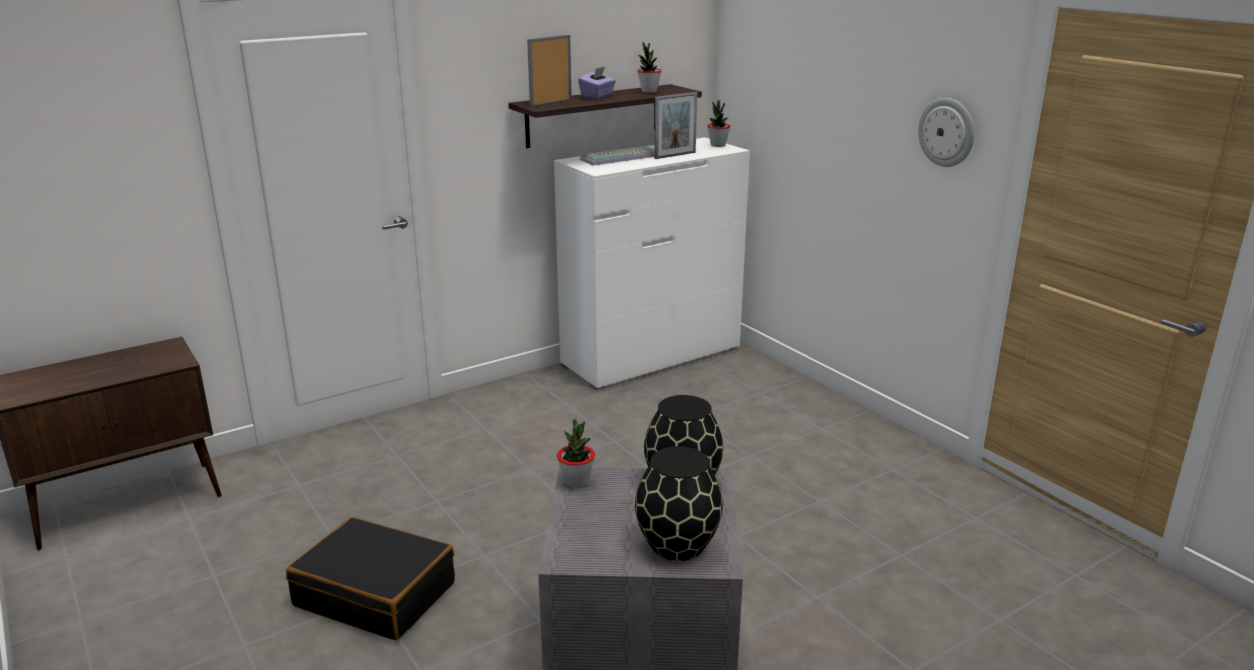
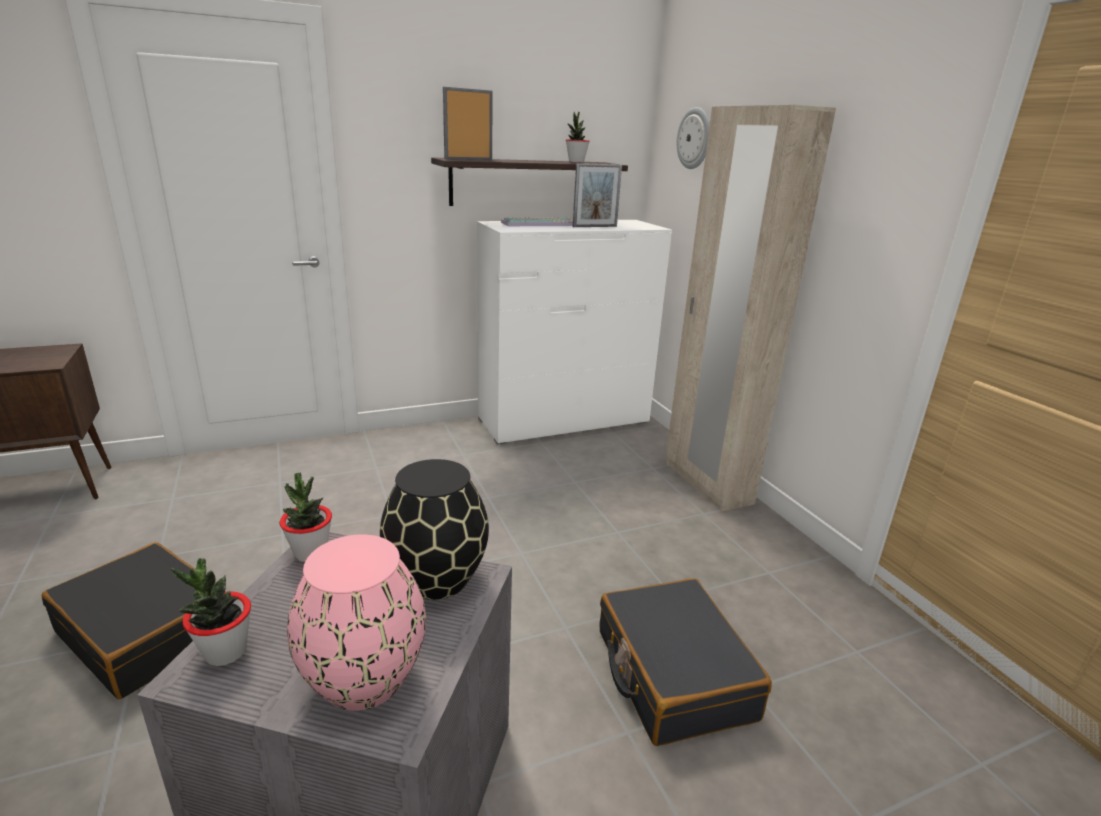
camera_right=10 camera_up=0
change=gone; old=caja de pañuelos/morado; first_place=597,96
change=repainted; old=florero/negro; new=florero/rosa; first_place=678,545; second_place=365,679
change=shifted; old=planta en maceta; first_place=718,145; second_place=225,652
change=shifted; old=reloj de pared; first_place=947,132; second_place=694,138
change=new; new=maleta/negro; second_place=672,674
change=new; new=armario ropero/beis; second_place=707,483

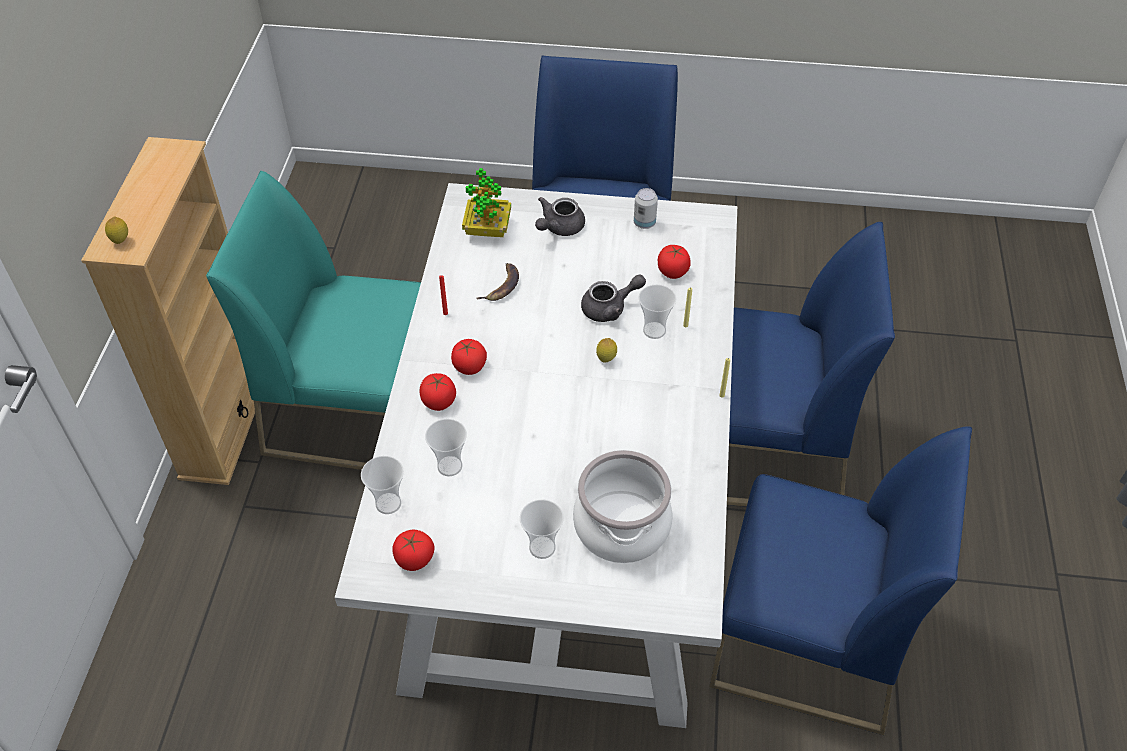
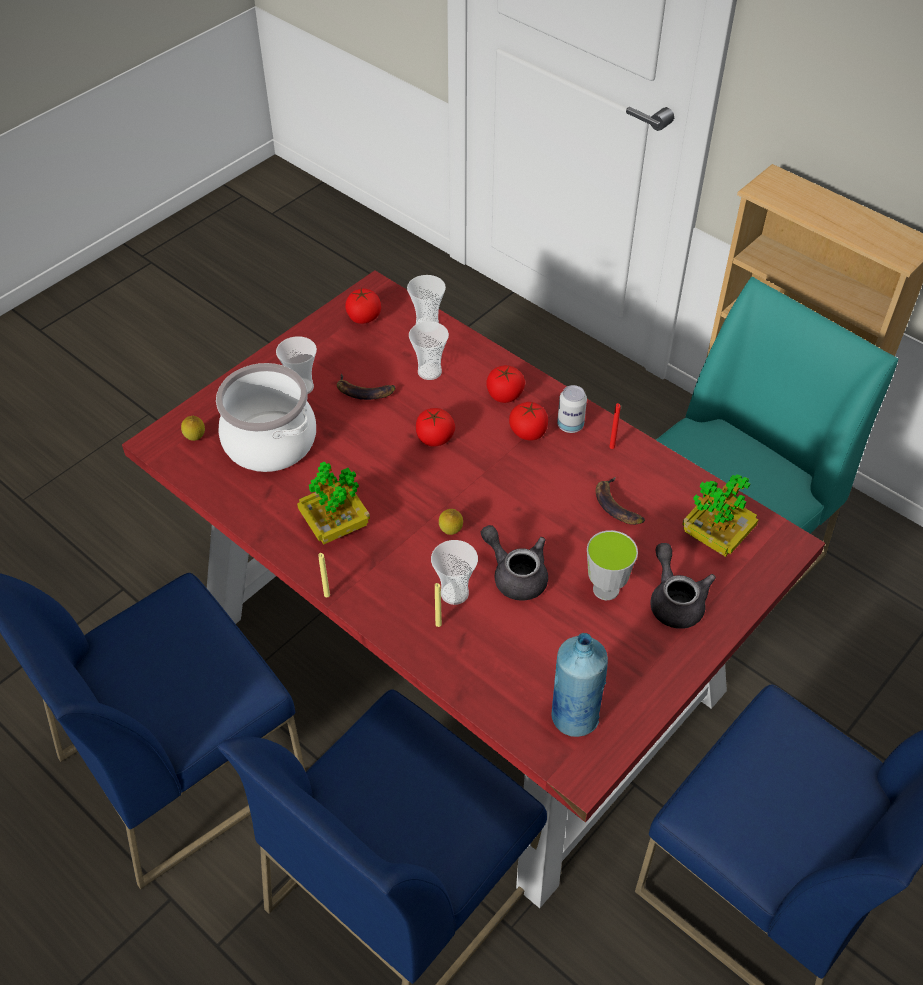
camera_right=125 camera_up=0
change=shifted; old=limón; first_place=121,241; second_place=195,439
change=repainted; old=mesa de comedor/blanco; new=mesa de comedor/rojo; first_place=566,524; second_place=457,654
change=rotated; old=tetera/gris; first_place=610,308; second_place=515,575; degrees=120
change=shifted; old=lata; first_place=644,223; second_place=570,425
change=shifted; old=tomate; first_place=672,271; second_place=435,438
change=new; new=planta en maceta; second_place=335,526
change=new; new=plátano; second_place=364,391
change=new; new=botella/azul; second_place=574,717
change=new; new=taza; second_place=606,589

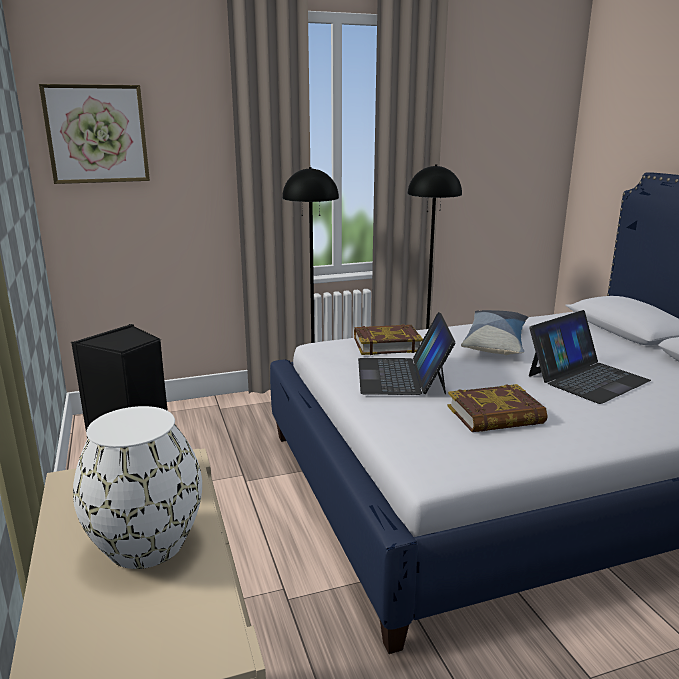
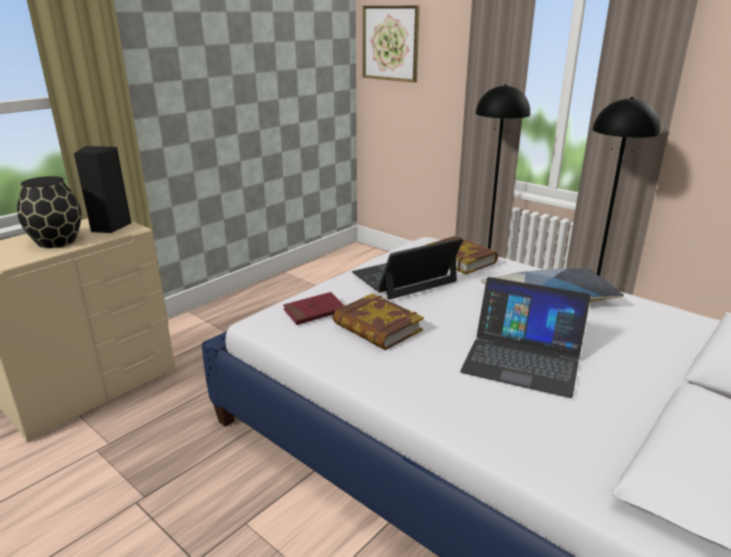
camera_right=60 camera_up=5
change=repainted; old=florero/blanco; new=florero/negro; first_place=146,543; second_place=57,241
change=new; new=libro/rojo; second_place=314,311

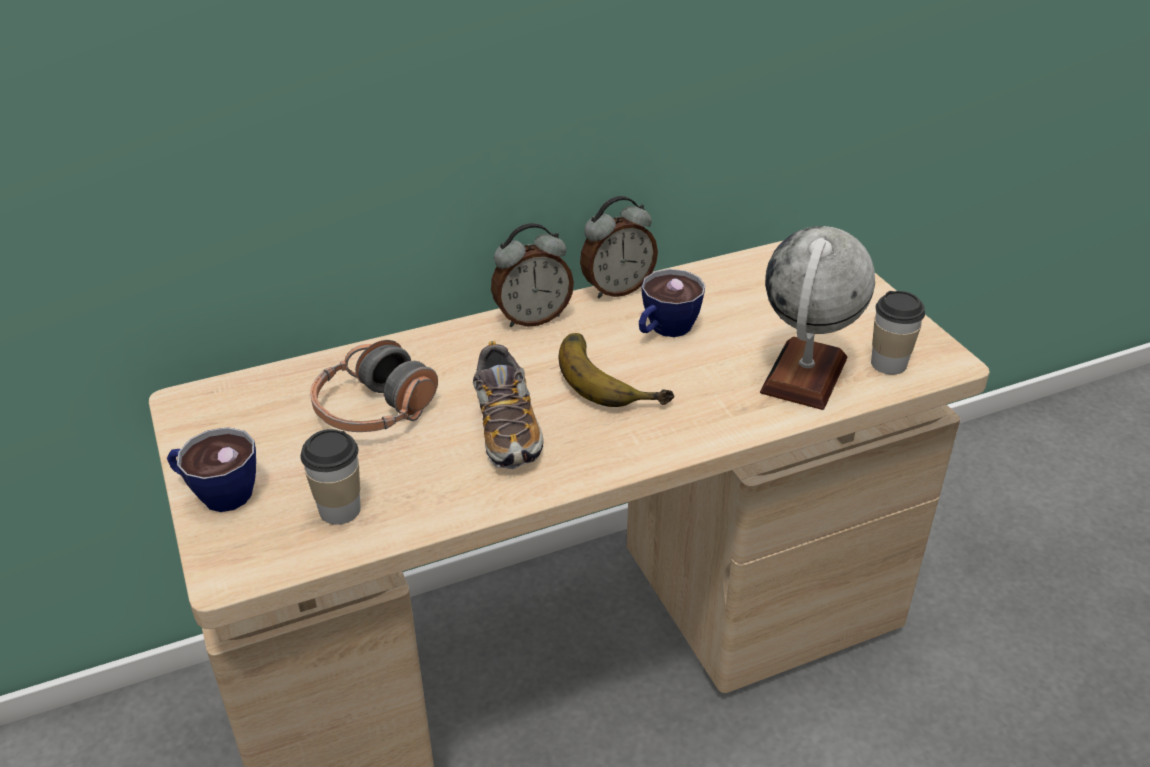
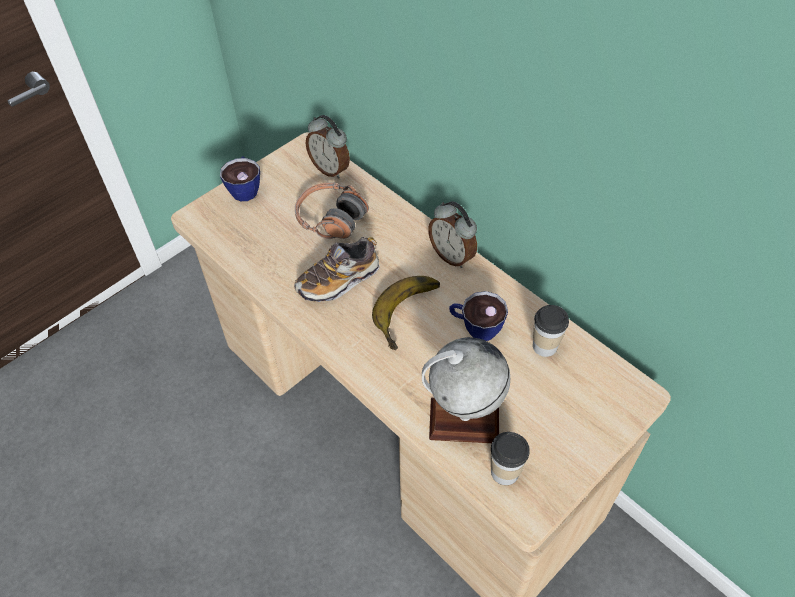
camera_right=70 camera_up=15
change=shifted; old=taza; first_place=340,509; second_place=545,346
change=shifted; old=despertador; first_place=617,289; second_place=330,169

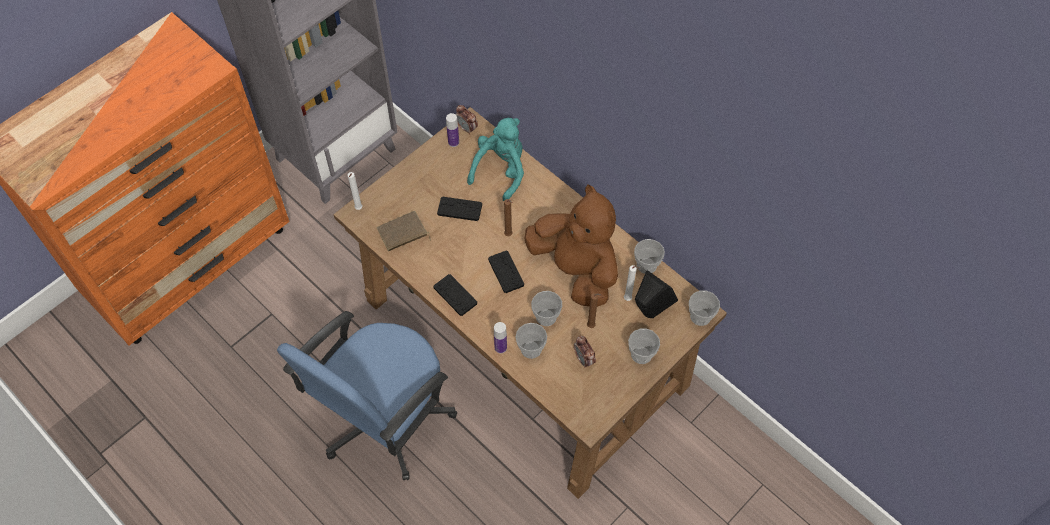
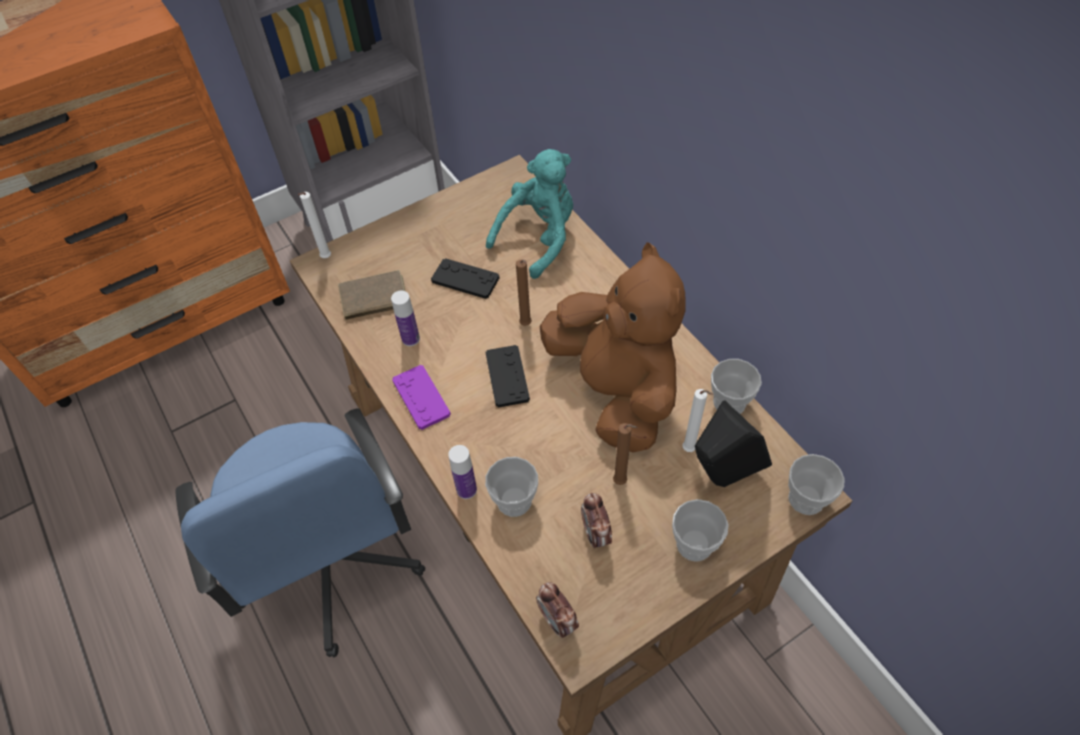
camera_right=15 camera_up=-5
change=rotated; old=silla de oficina/azul; first_place=384,419; second_place=329,565; degrees=-75
change=repainted; old=mando de consola/negro; new=mando de consola/morado; first_place=455,295; second_place=421,398
change=shifted; old=botella; first_place=453,142; second_place=410,339
change=shifted; old=despertador; first_place=467,128; second_place=558,621
change=gone; old=taza; first_place=546,317

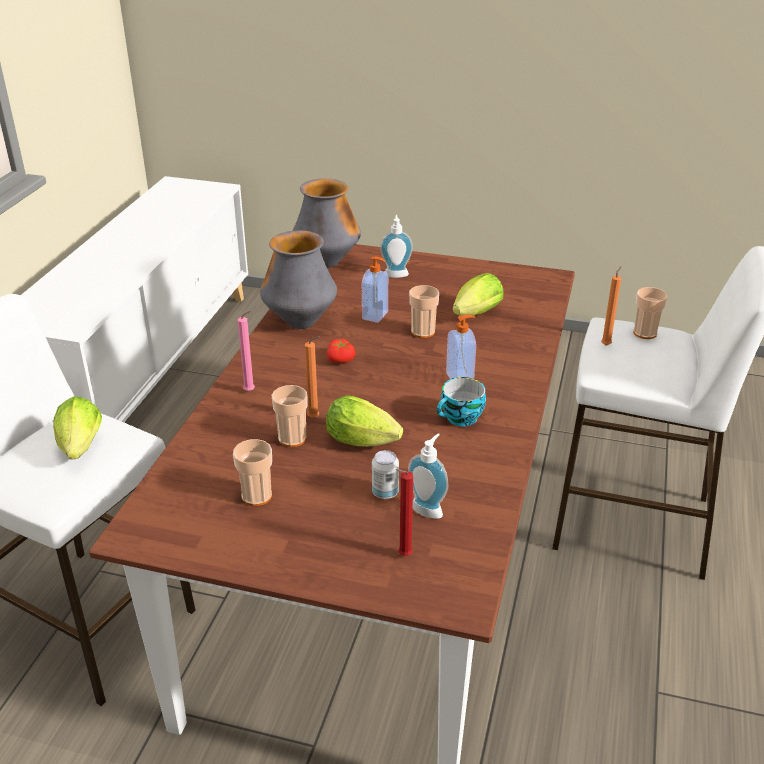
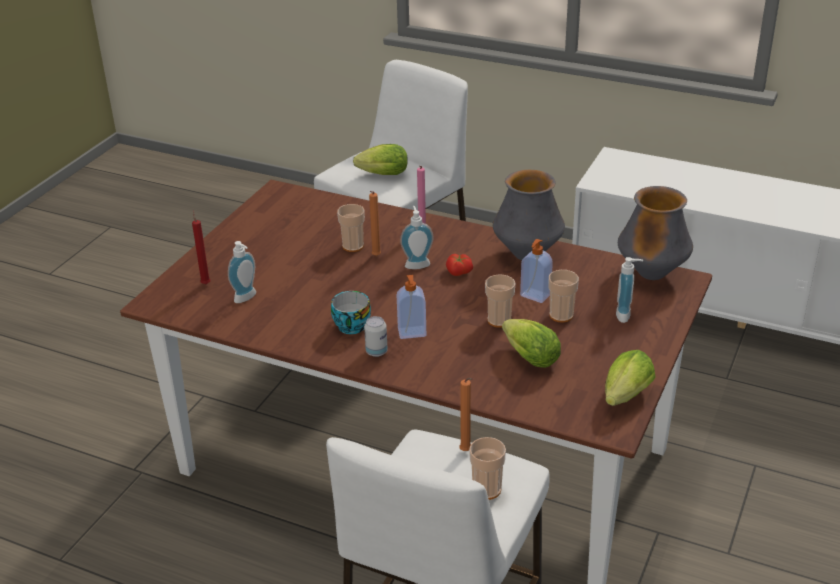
camera_right=100 camera_up=0
change=shifted; old=taza; first_place=256,496; second_place=561,315
change=shifted; old=lechuga; first_place=365,442; second_place=624,398
change=shifted; old=lata; first_place=385,493; second_place=376,352
change=new; new=dispensador de jabón; second_place=417,264

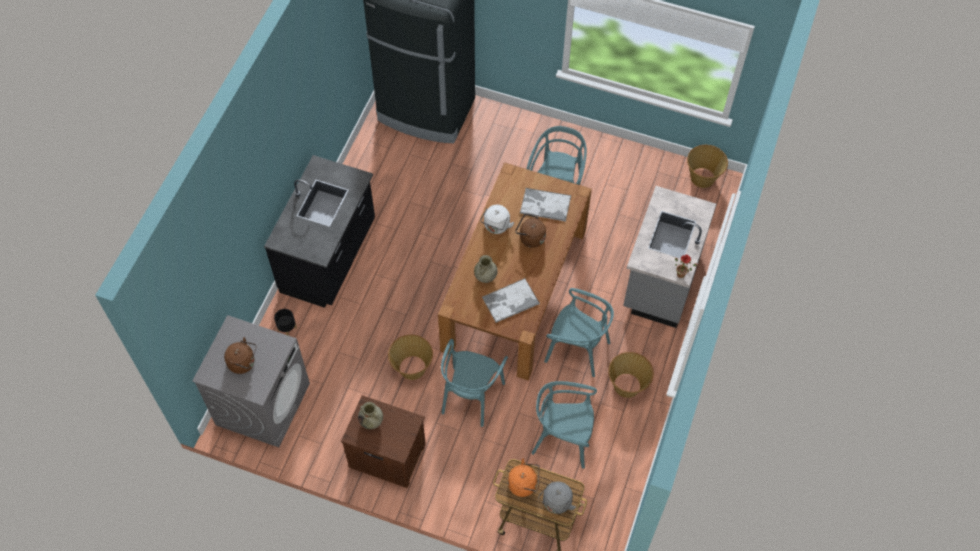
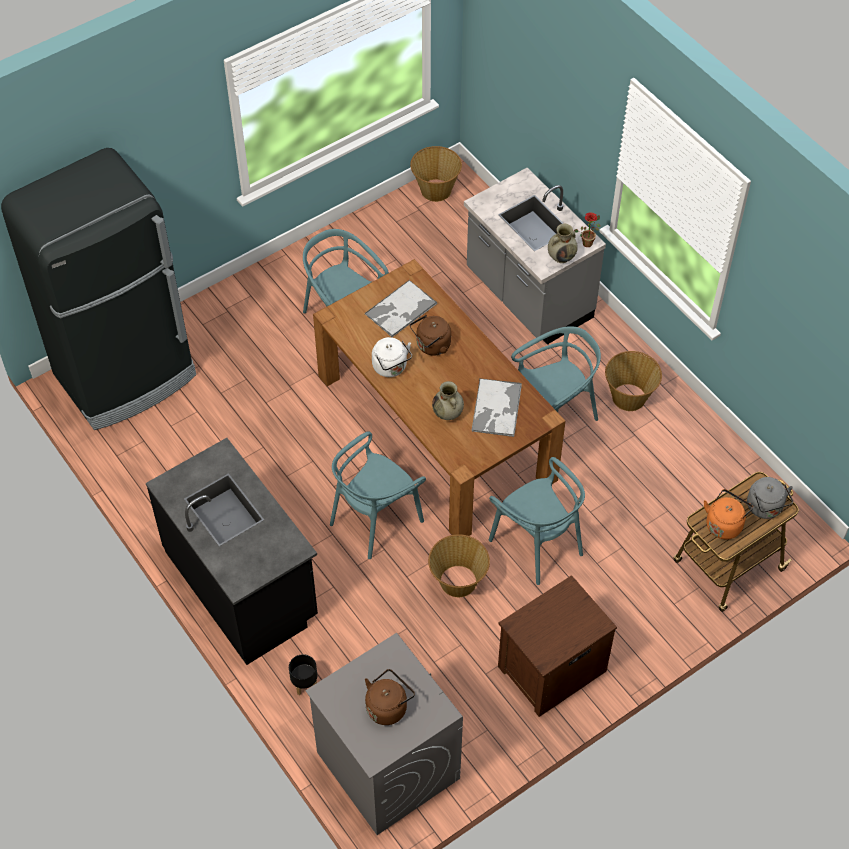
camera_right=-55 camera_up=-5
change=shifted; old=florero/beis; first_place=371,421; second_place=561,257
change=shifted; old=silla/turquesa; first_place=562,438; second_place=375,519

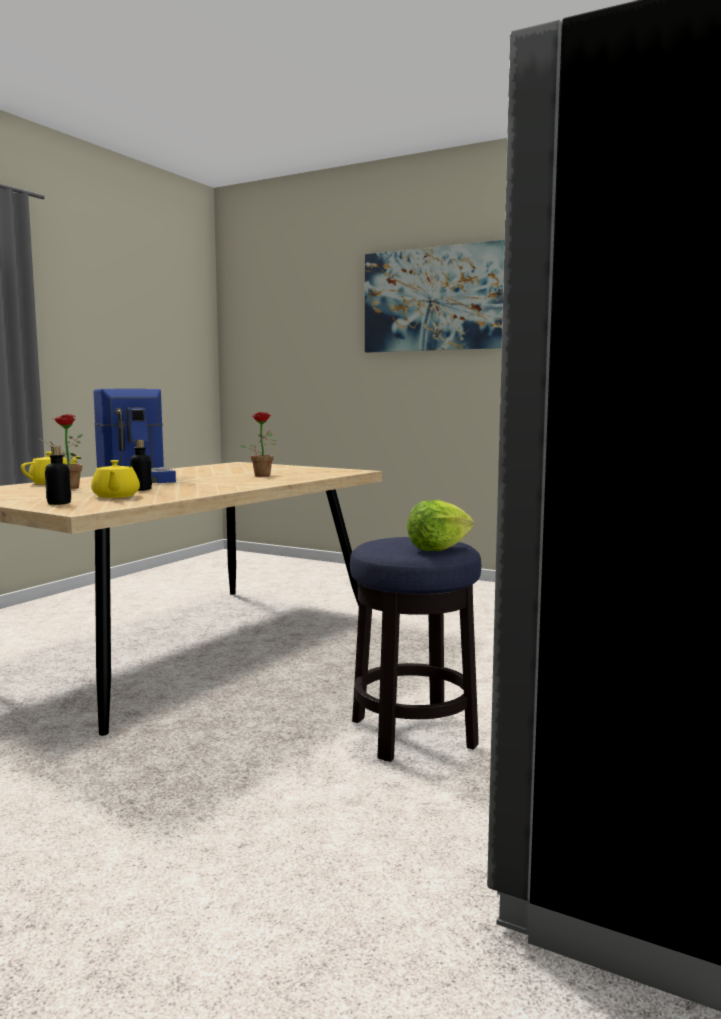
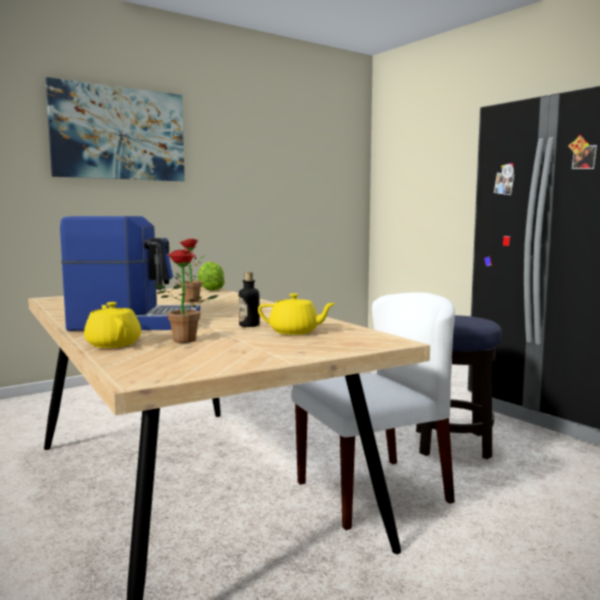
camera_right=-65 camera_up=0
change=gone; old=botella; first_place=59,503
change=shifted; old=lechuga; first_place=438,548; second_place=211,289
change=new; new=silla/blanco; second_place=373,491

